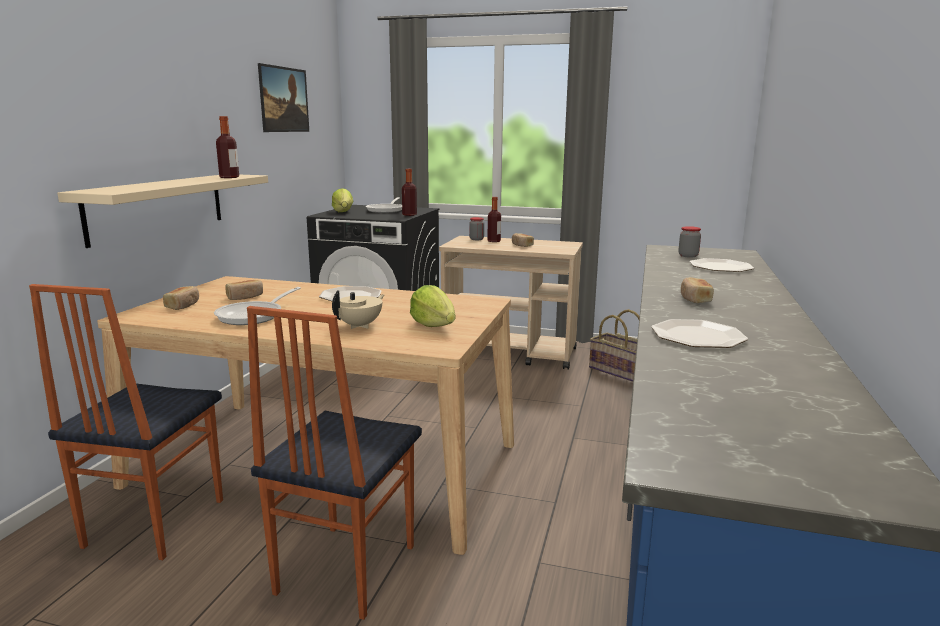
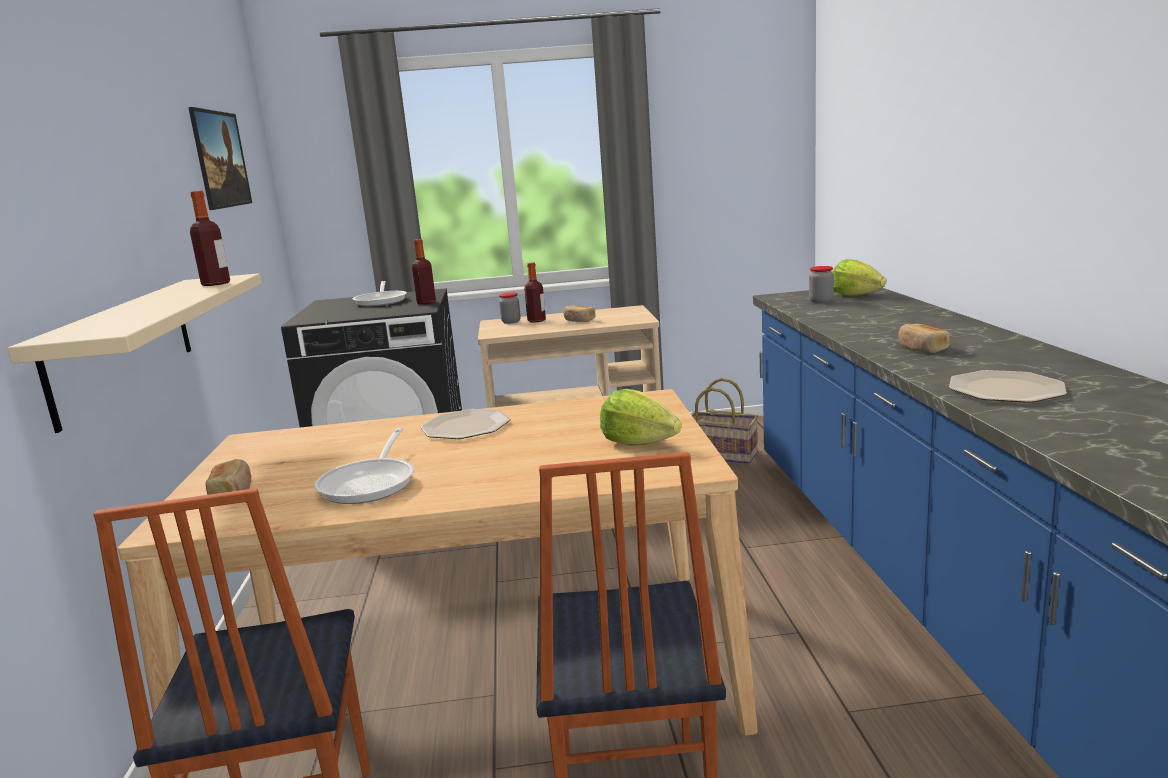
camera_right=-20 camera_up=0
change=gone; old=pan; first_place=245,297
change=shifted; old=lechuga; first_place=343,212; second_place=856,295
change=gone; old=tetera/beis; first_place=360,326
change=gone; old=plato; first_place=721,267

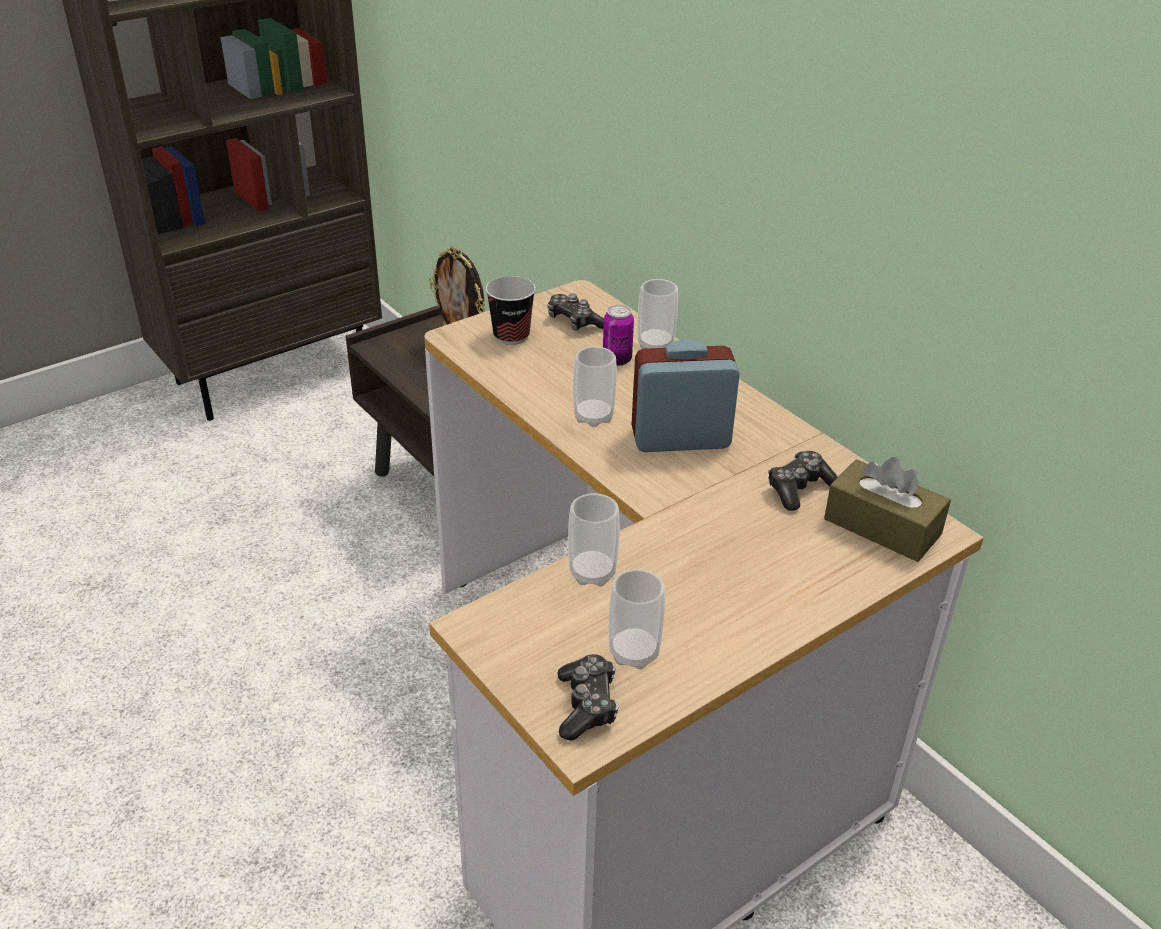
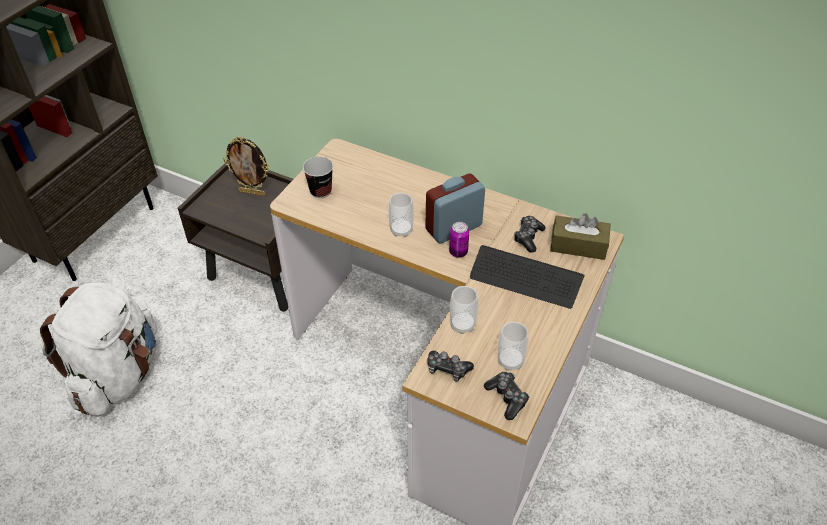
camera_right=-25 camera_up=10
change=shifted; old=mando de consola; first_place=574,322; second_place=447,369
change=shifted; old=lata; first_place=617,360; second_place=458,252
change=gone; old=taza; first_place=655,345
change=new; new=mochila/blanco; second_place=119,375
change=new; new=teclado; second_place=525,278

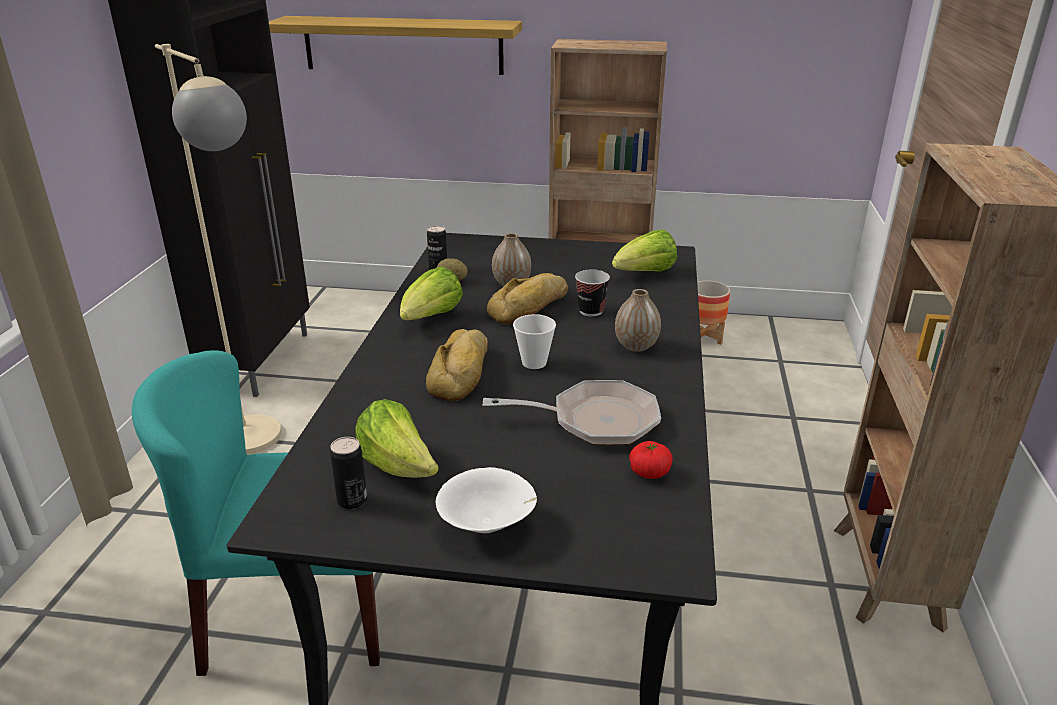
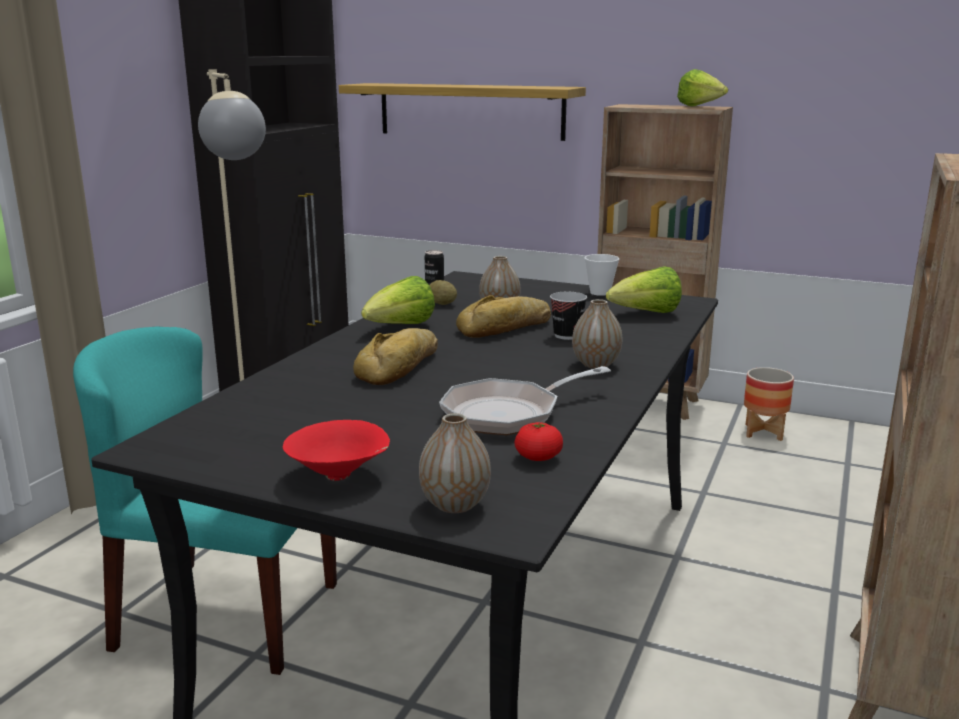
camera_right=15 camera_up=-10
change=gone; old=lata; first_place=352,500
change=shifted; old=lechuga; first_place=399,467; second_place=700,107
change=repainted; old=cuenco/blanco; new=cuenco/rojo; first_place=488,526; second_place=340,476
change=rotated; old=sartén; first_place=595,421; second_place=509,413; degrees=135
change=shifted; old=taza; first_place=534,363; second_place=600,293
change=new; new=florero; second_place=455,504

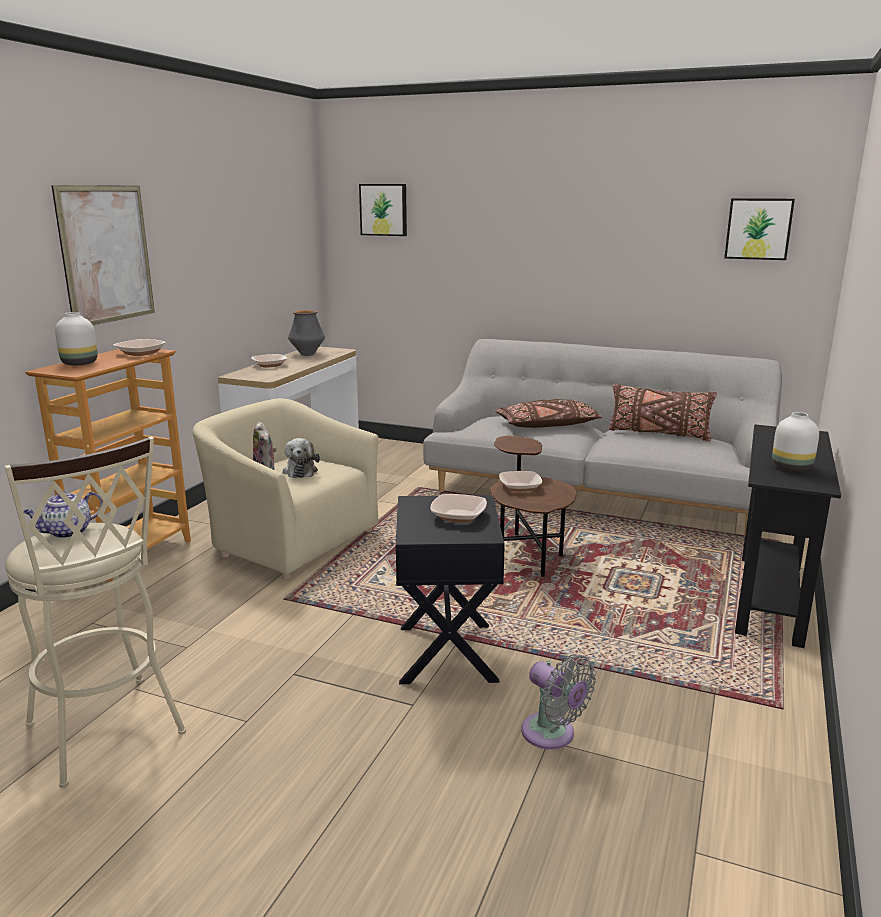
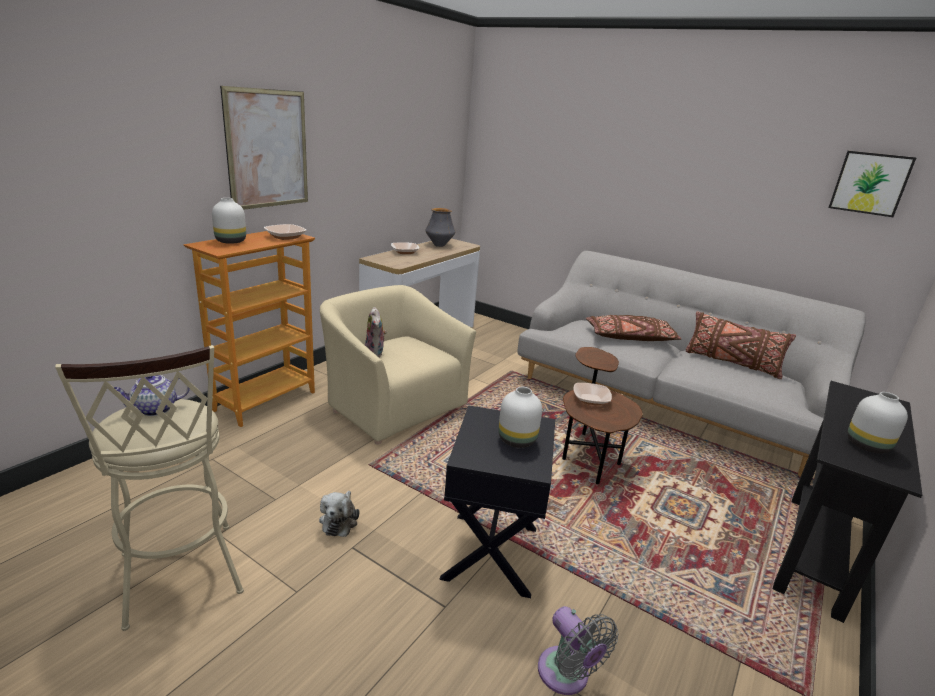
camera_right=10 camera_up=5
change=shifted; old=peluche; first_place=300,471; second_place=339,520
change=gone; old=cuadro; first_place=384,210
change=swapped; old=cuenco; new=florero/blanco; first_place=458,516; second_place=516,440

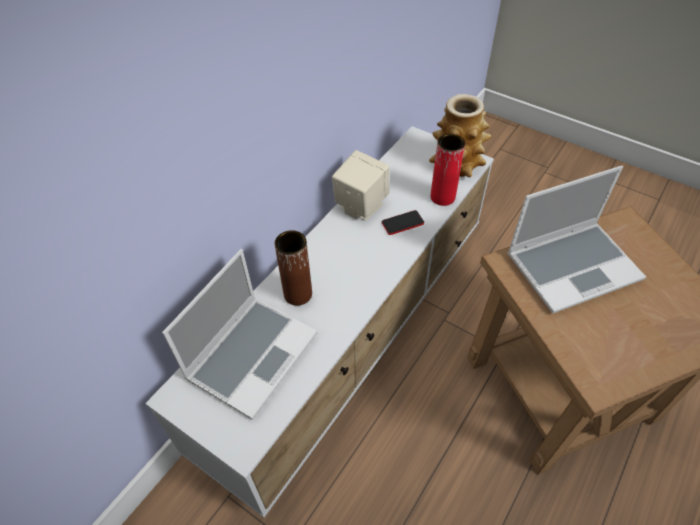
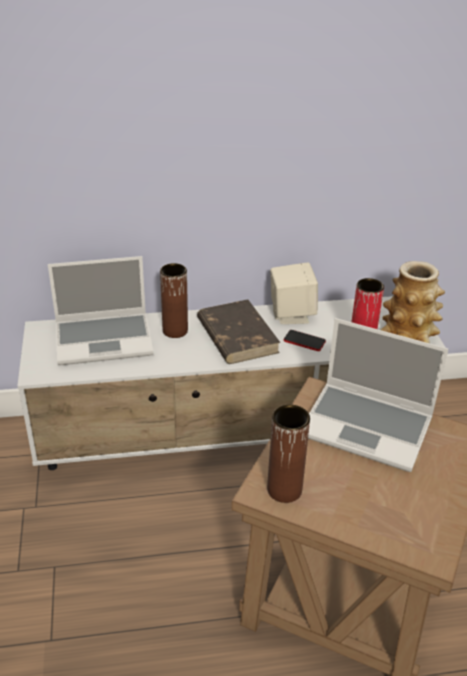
camera_right=45 camera_up=-15
change=new; new=libro/marrón; second_place=236,335
change=new; new=florero/marrón; second_place=284,490

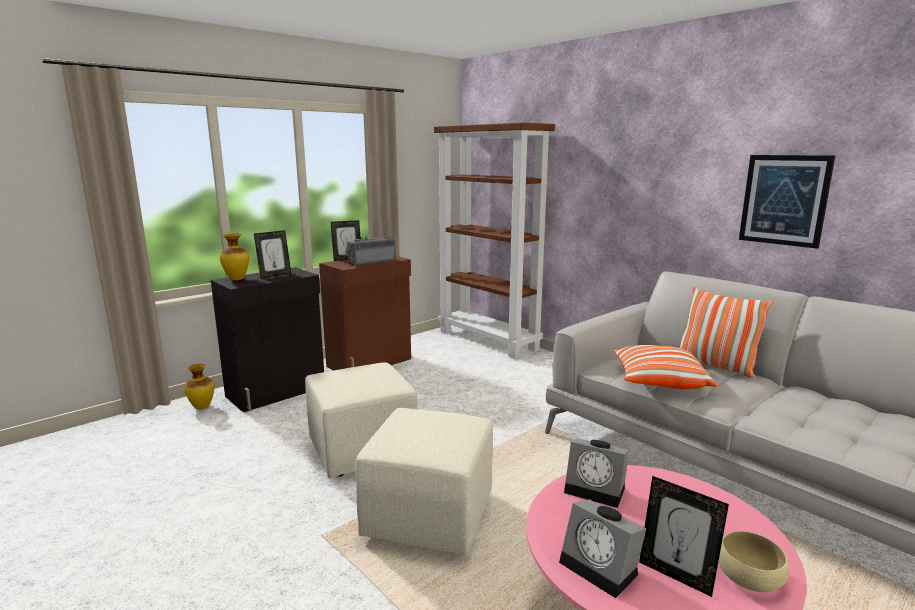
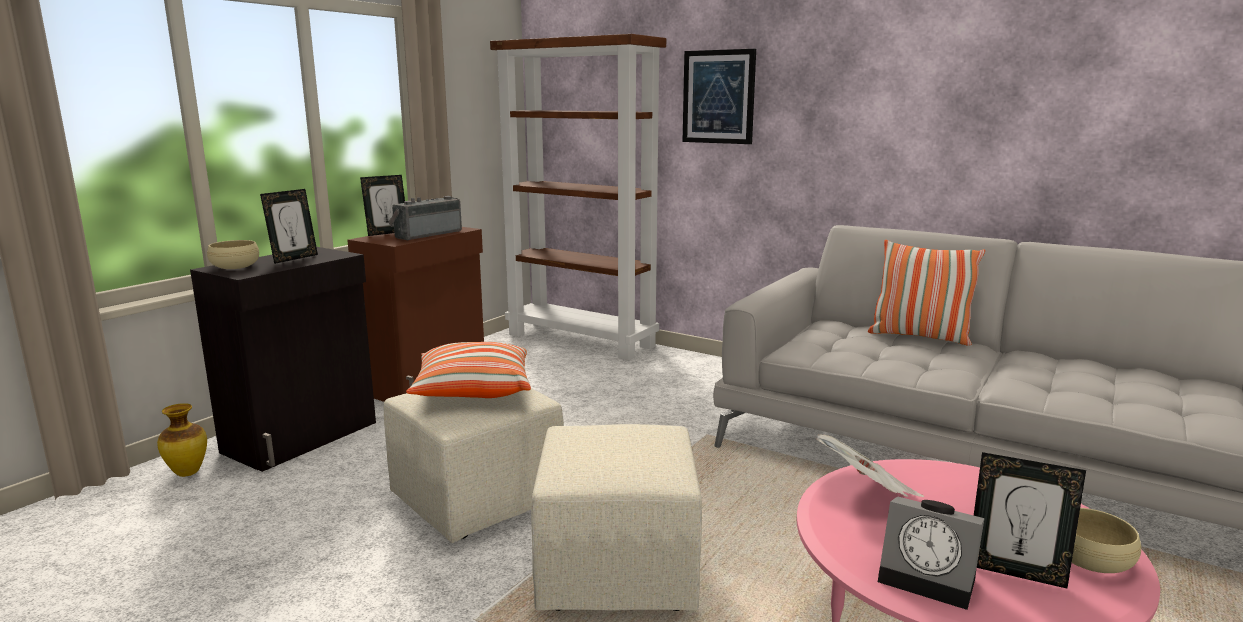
camera_right=-15 camera_up=0
change=swapped; old=florero; new=cuenco/beis; first_place=236,279; second_place=235,266
change=swapped; old=despertador; new=periódico; first_place=597,489; second_place=866,492
change=shifted; old=cojín; first_place=658,381; second_place=473,391
change=shifted; old=cuadro; first_place=784,200; second_place=718,97

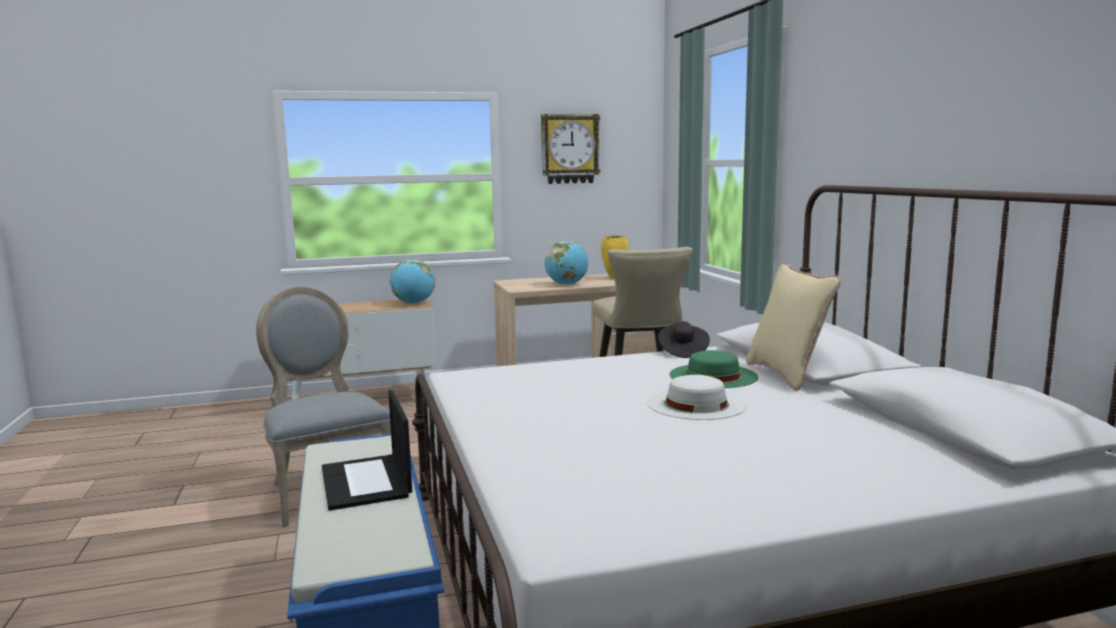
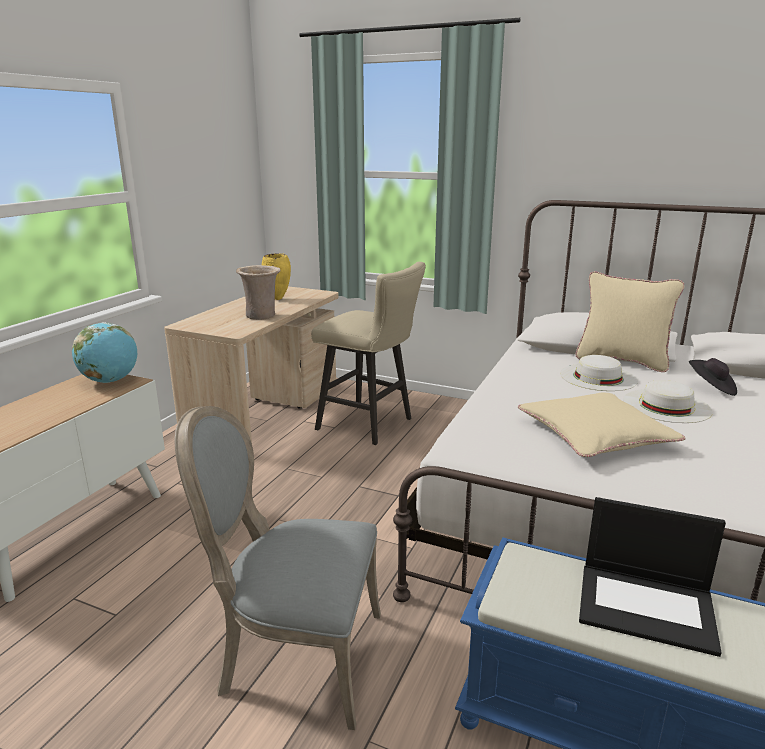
camera_right=-50 camera_up=10
change=gone; old=reloj de pared; first_place=569,149
change=swapped; old=globo terráqueo; new=florero/beis; first_place=567,284; second_place=262,316
change=shifted; old=sombrero/negro; first_place=682,352; second_place=711,388
change=repainted; old=sombrero/verde; new=sombrero/blanco; first_place=713,376; second_place=598,377
change=new; new=cojín/beis; second_place=595,434

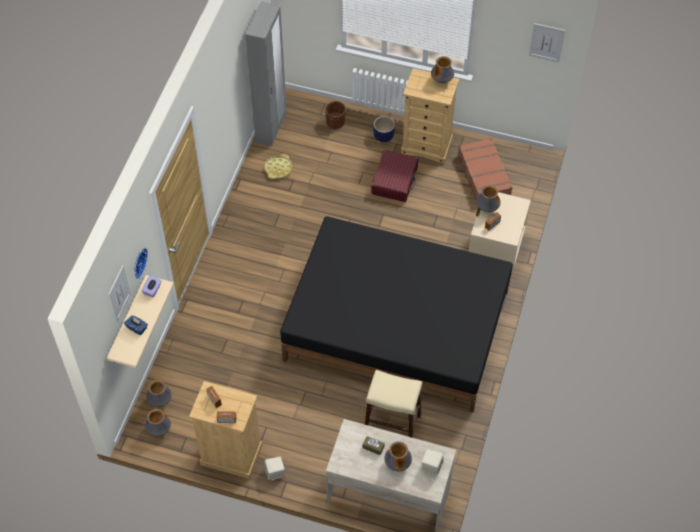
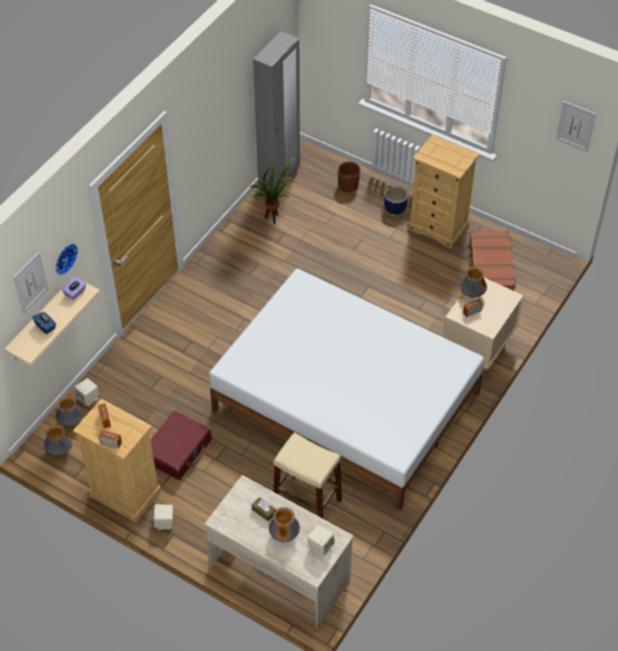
camera_right=15 camera_up=-5
change=swapped; old=bandeja/amarillo; new=planta en maceta; first_place=278,169; second_place=273,219
change=repainted; old=cama/negro; new=cama/blanco; first_place=397,326; second_place=346,402
change=shifted; old=maleta/rojo; first_place=394,181; second_place=178,450
change=gone; old=florero; first_place=442,80
change=new; new=altavoz/beis; second_place=88,398

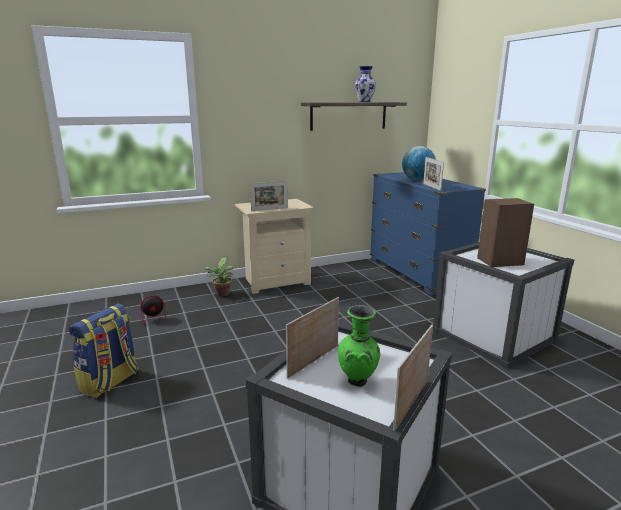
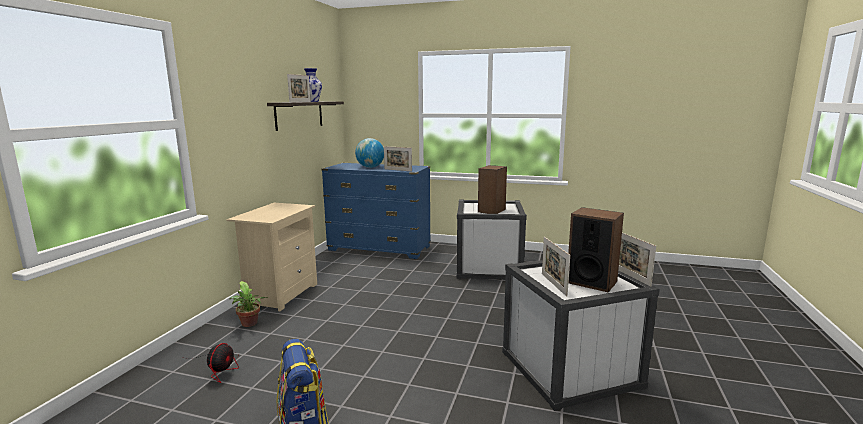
camera_right=-50 camera_up=-5
change=shifted; old=portarretratos; first_place=269,209; second_place=300,102
change=swapped; old=florero/verde; new=altavoz; first_place=358,382; second_place=591,282

